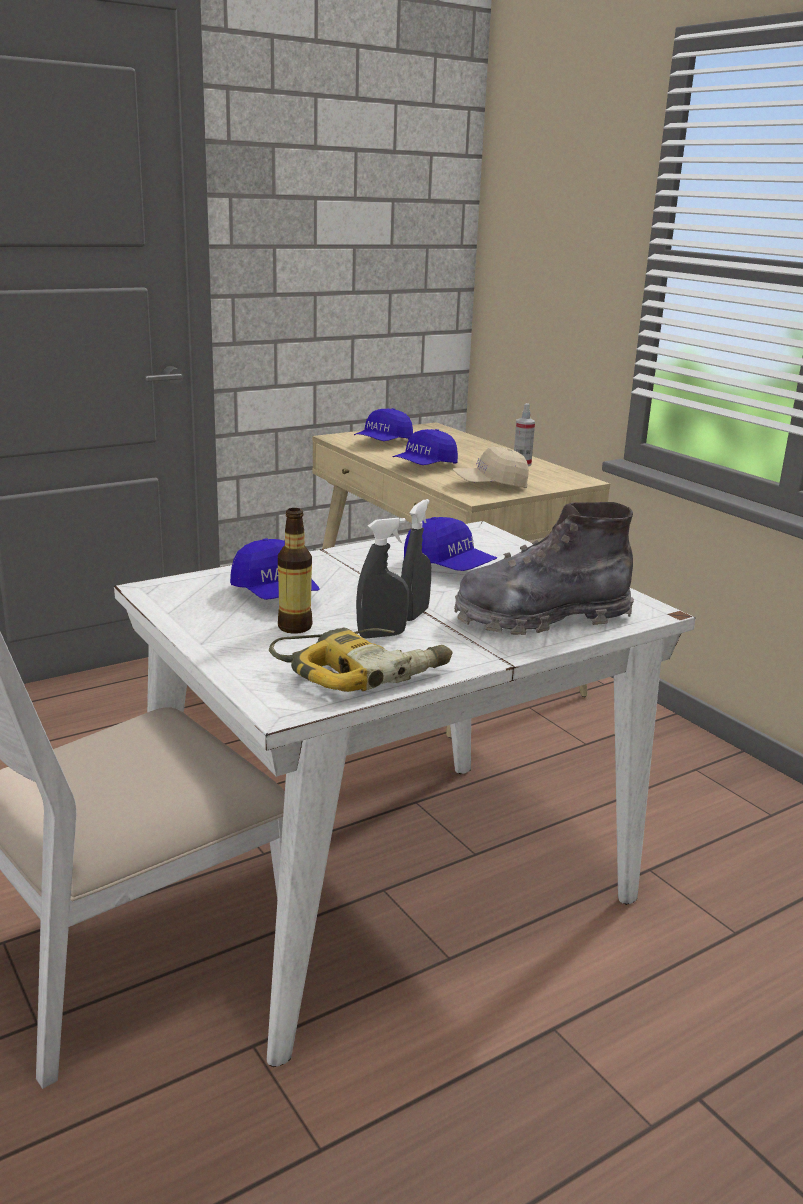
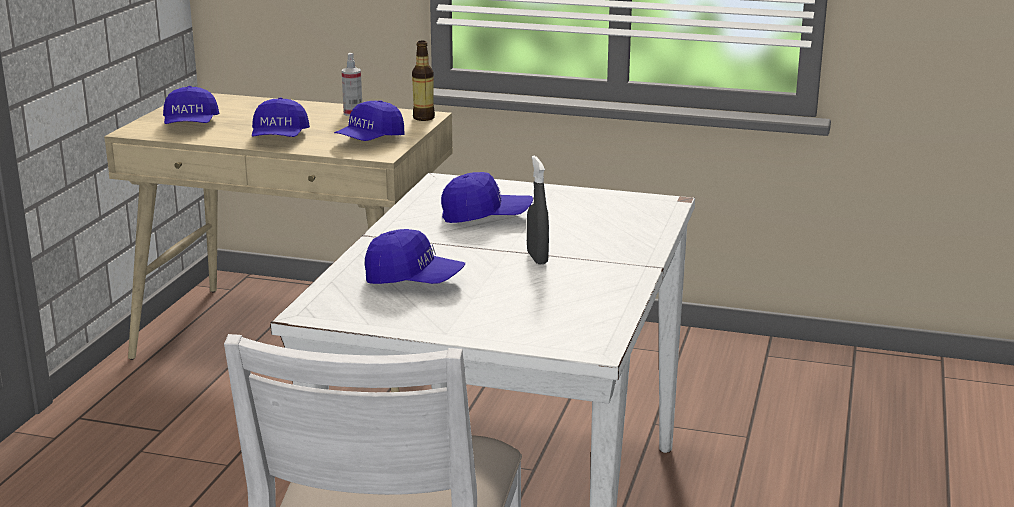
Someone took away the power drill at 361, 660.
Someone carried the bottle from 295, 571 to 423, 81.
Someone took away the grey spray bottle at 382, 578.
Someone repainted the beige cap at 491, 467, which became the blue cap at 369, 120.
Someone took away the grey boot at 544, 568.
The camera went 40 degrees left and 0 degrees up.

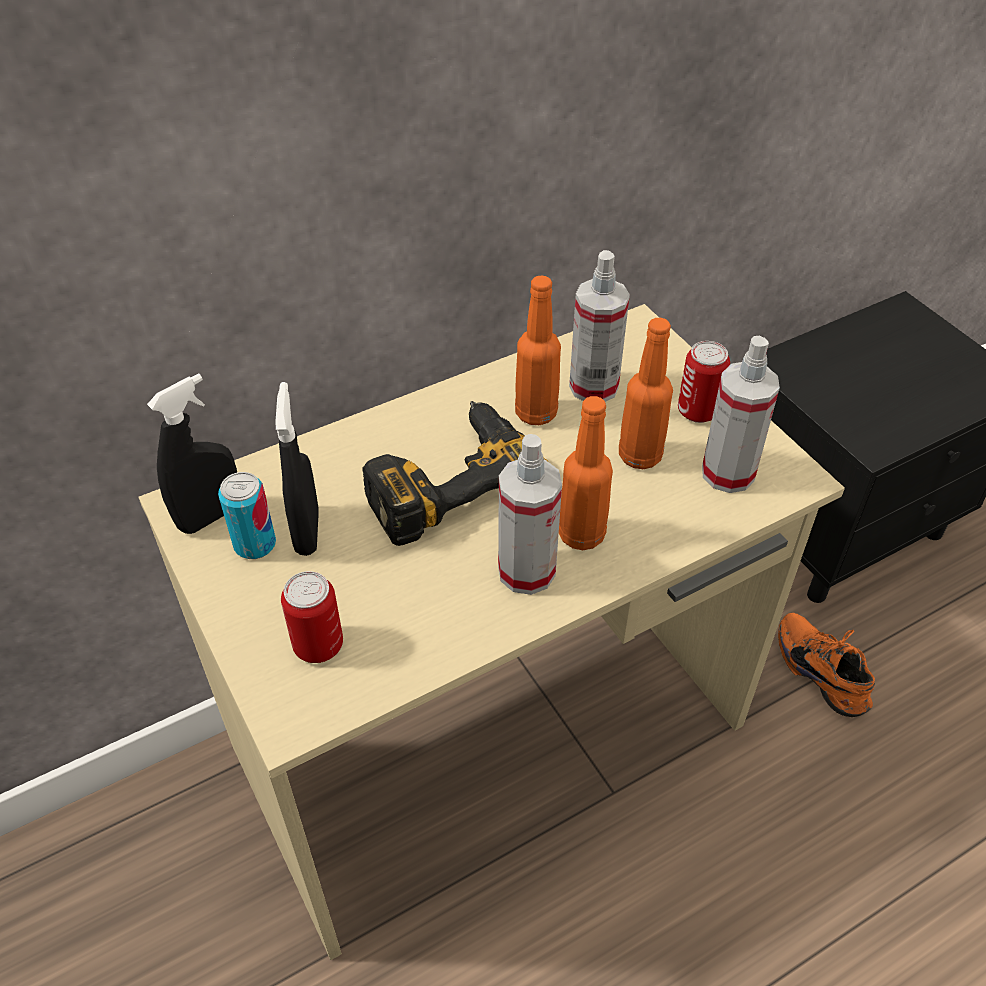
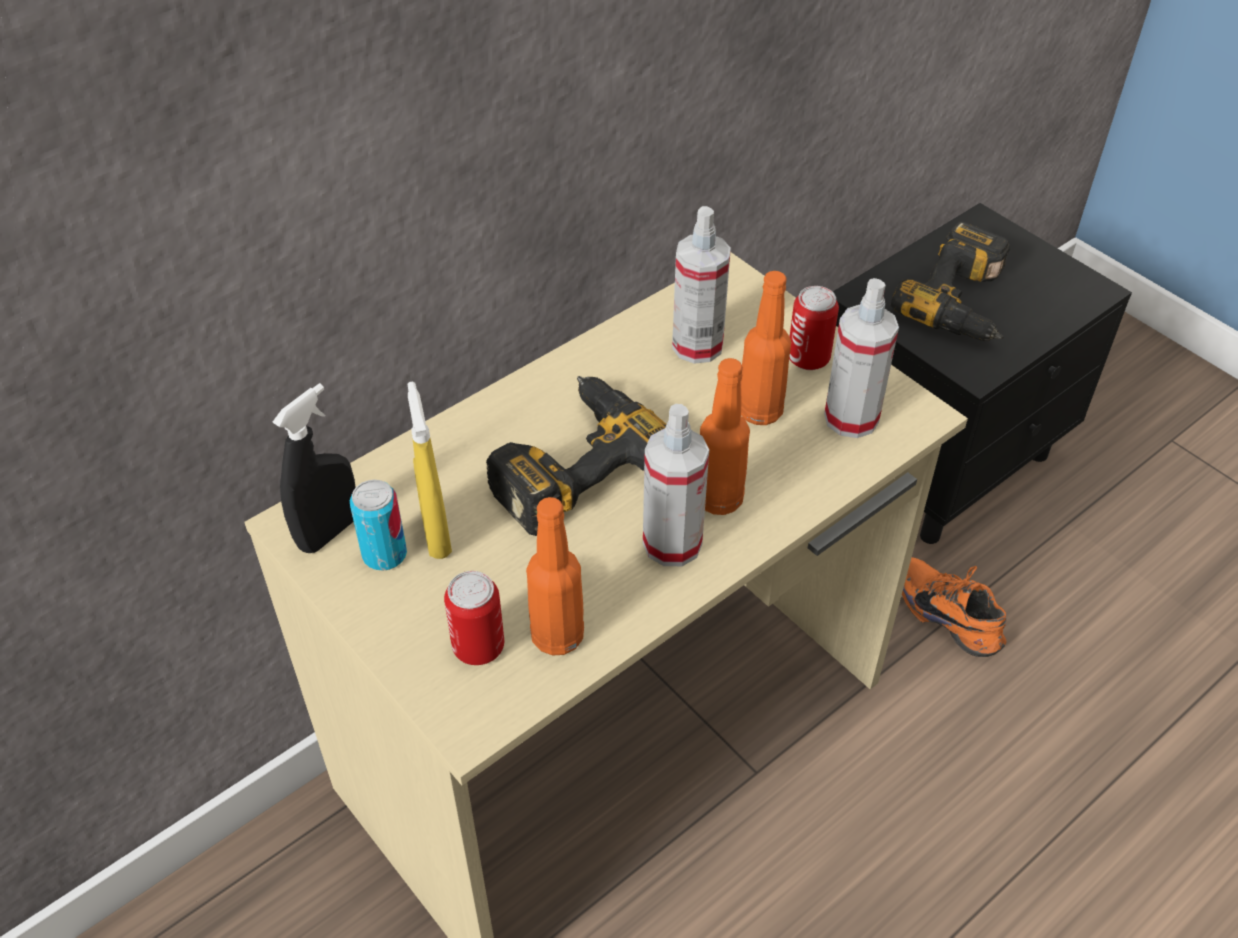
Someone repainted the black spray bottle at 297, 469, which became the yellow spray bottle at 429, 470.
Someone carried the orange bottle from 538, 350 to 555, 576.
Someone put down the power drill at 950, 281.
The camera went 10 degrees left and 0 degrees up.

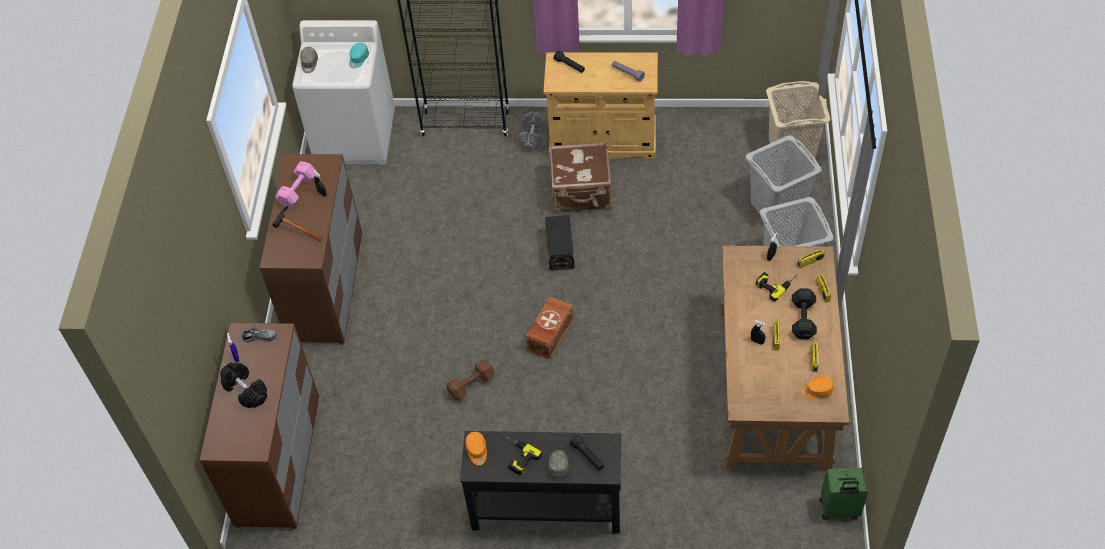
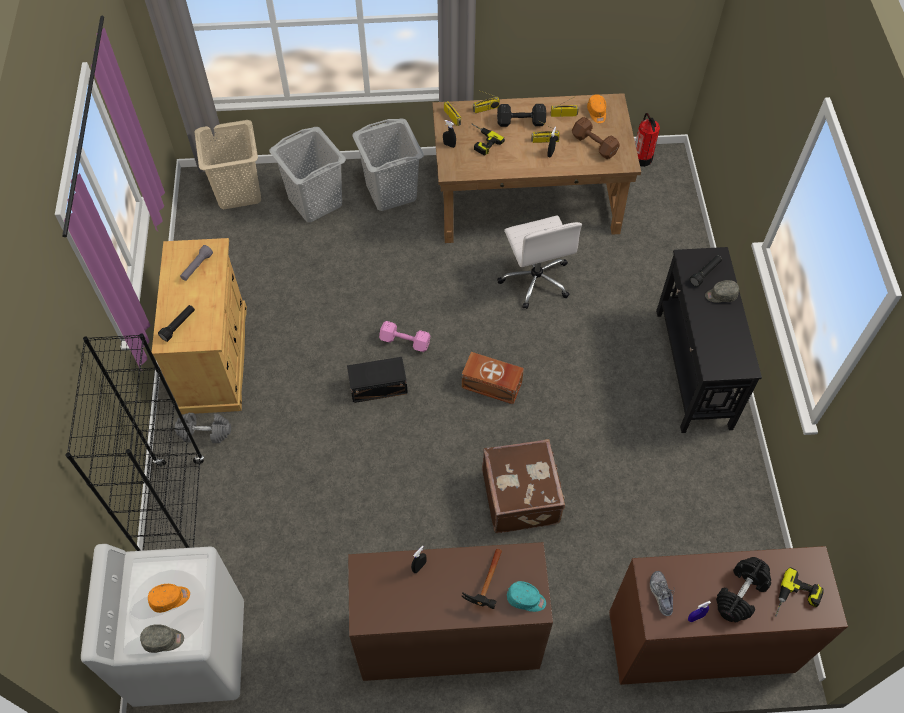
Someone carried the pink dumbbell from 296, 184 to 405, 336.
Someone carried the turquoise cap from 359, 55 to 526, 596.
Someone carried the brown dumbbell from 470, 379 to 596, 138.
Someone carried the orange cap from 476, 448 to 169, 598.
Someone carried the power drill from 523, 455 to 799, 592.
Someone carried the brown suitcase from 580, 177 to 523, 486.
Someone swapped the green suitcase at 844, 494 for the fire extinguisher at 647, 140.
Someone put down the white office chair at 539, 262.
The camera went 100 degrees left and 5 degrees up.

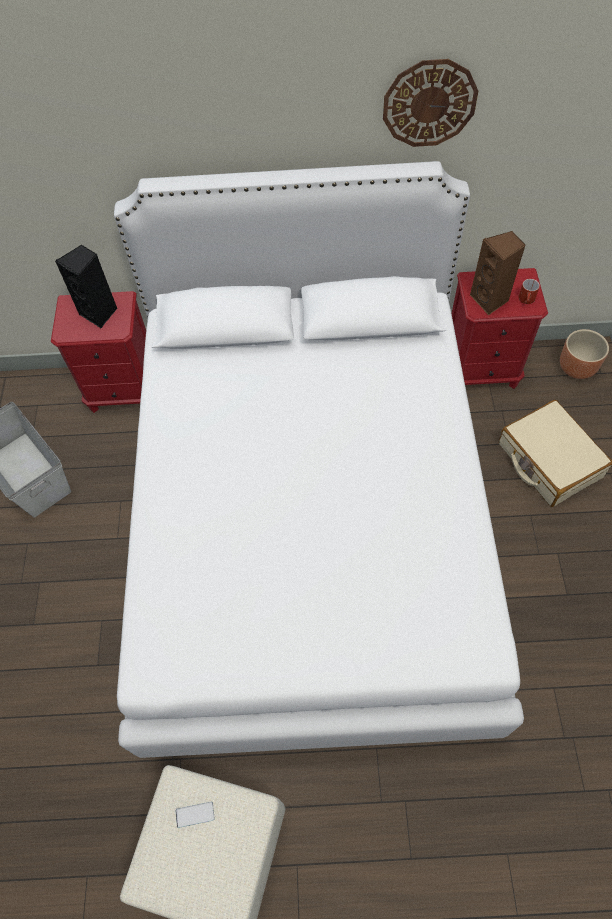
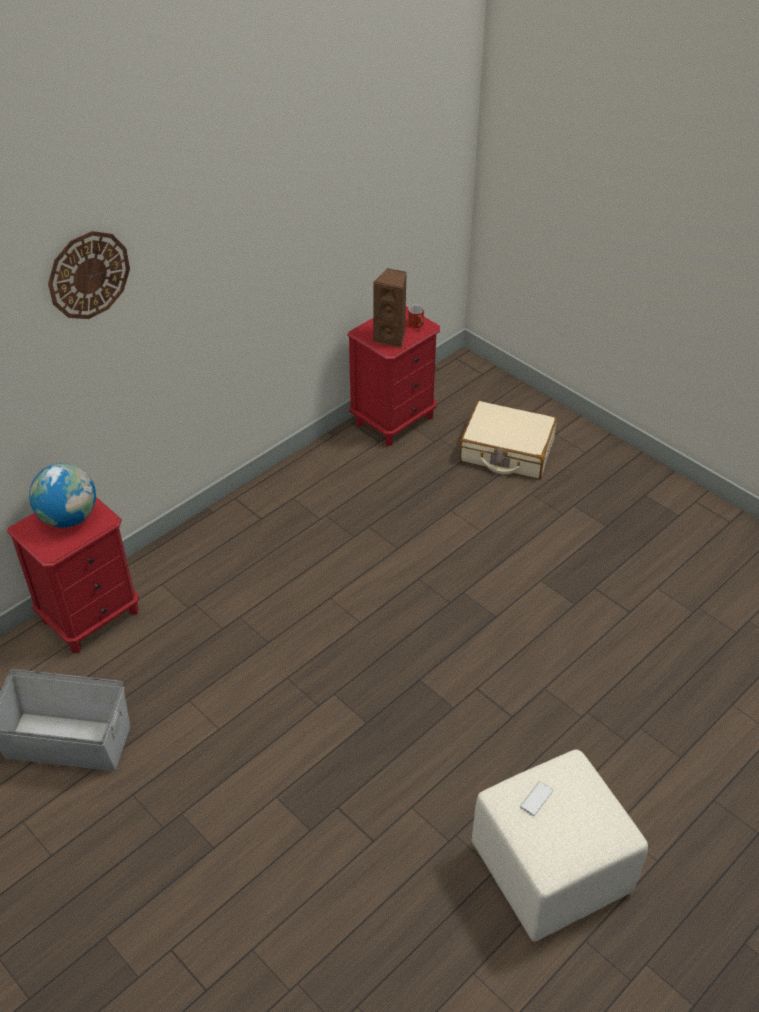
Someone swapped the black speaker at 86, 287 for the globe at 62, 495.
Someone took away the white bed at 319, 459.
Someone carried the wall clock from 430, 103 to 89, 275.
Someone took away the brown planter at 584, 354.
The camera went 45 degrees left and 15 degrees down.

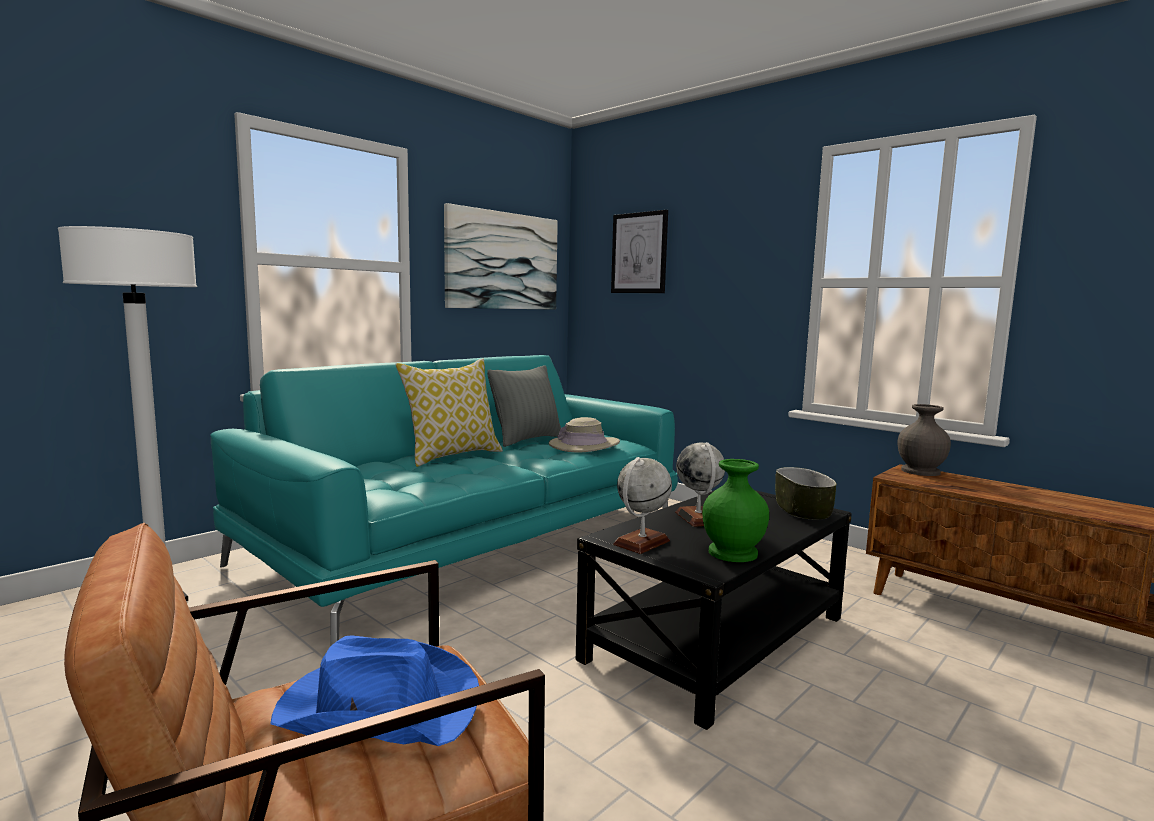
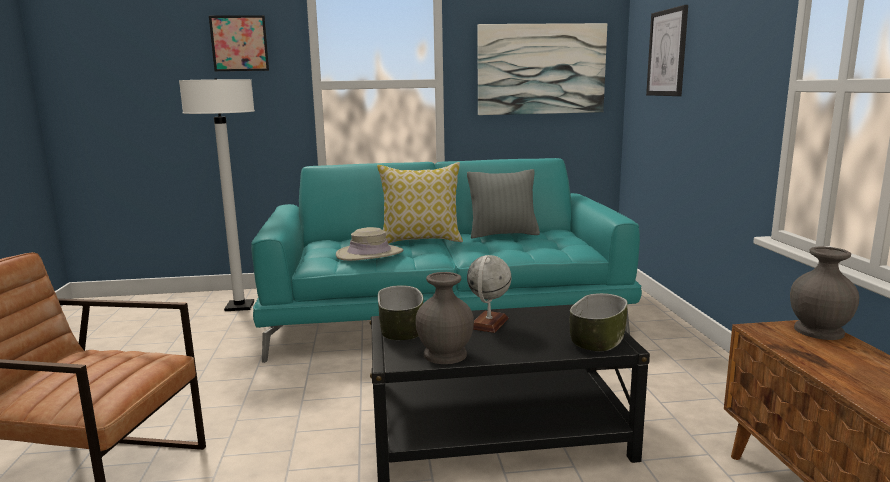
Someone took away the blue hat at 375, 690.
Someone carried the beige hat from 584, 434 to 369, 244.
Someone swapped the globe at 642, 505 for the bowl at 400, 312.
Someone repainted the green vase at 735, 510, which became the grey vase at 444, 318.
Someone put up the picture at 239, 43.
The camera went 40 degrees right and 5 degrees up.

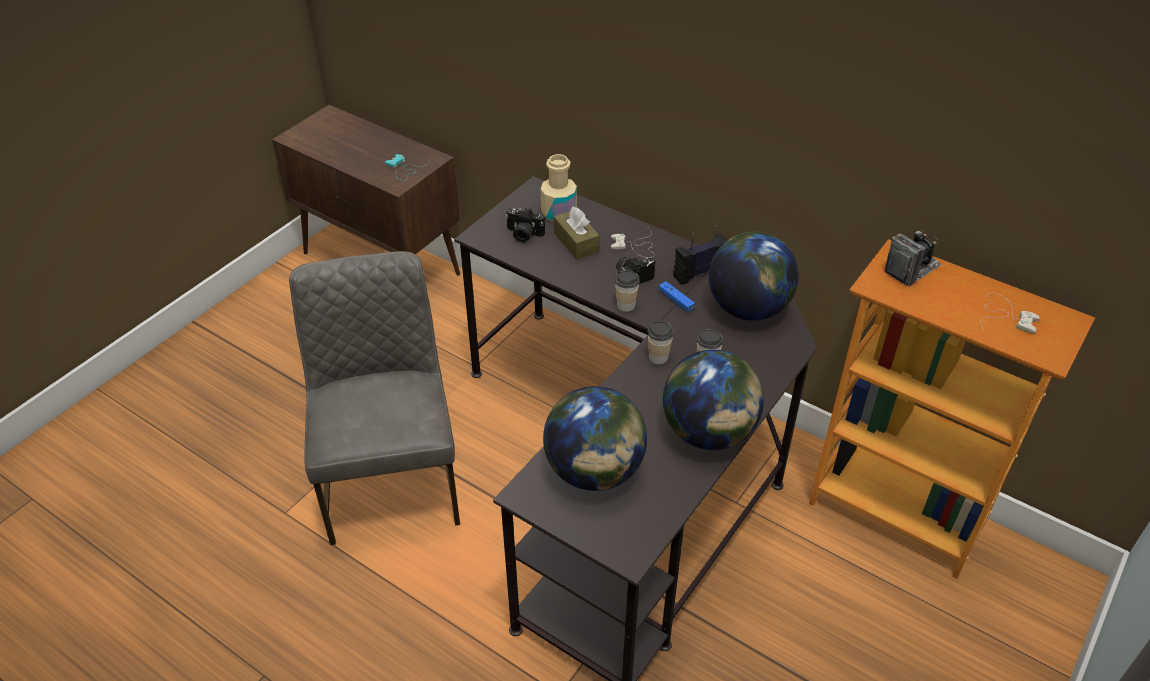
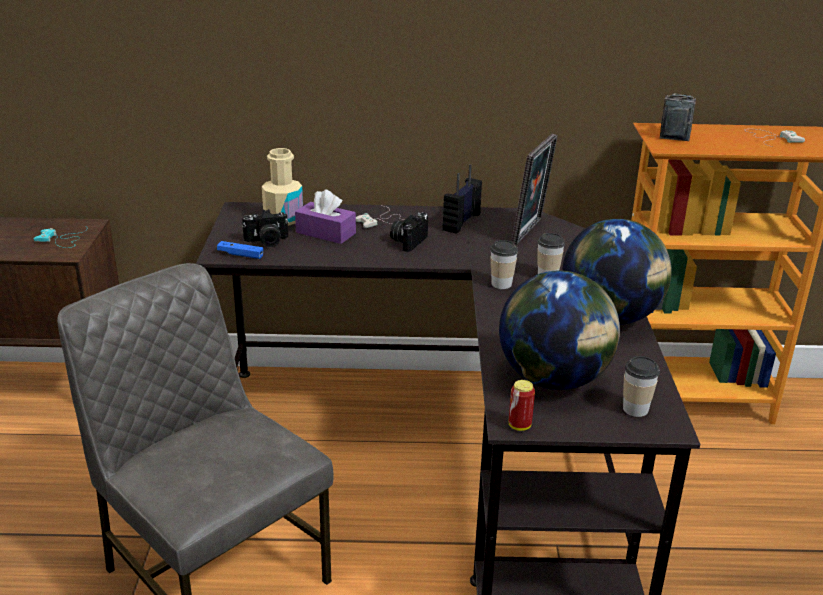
Someone repainted the brown tissue box at 577, 233, which became the purple tissue box at 325, 216.
Someone carried the cup from 627, 291 to 641, 386.
Someone carried the blue game controller from 677, 297 to 240, 250.
Someone swapped the globe at 754, 276 for the picture frame at 534, 189.
Someone put down the can at 522, 405.
The camera went 35 degrees left and 15 degrees down.

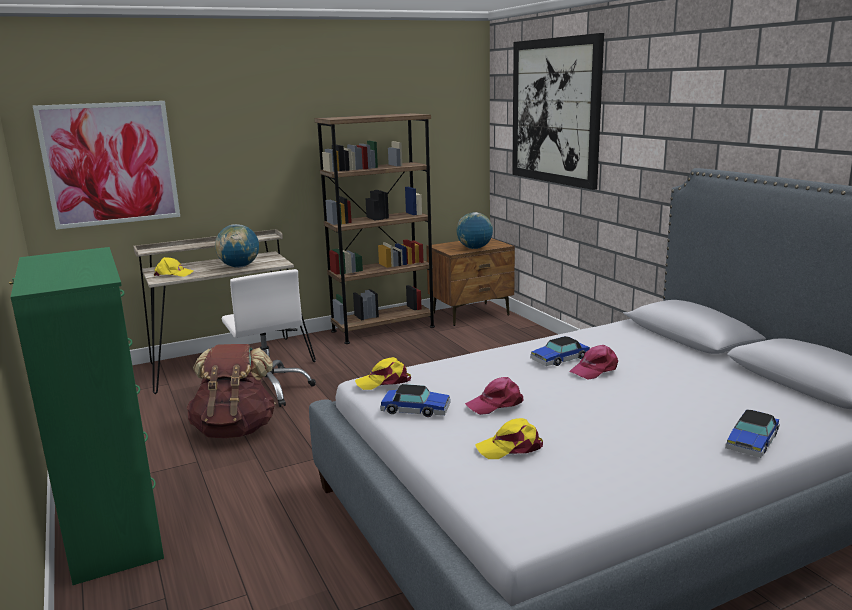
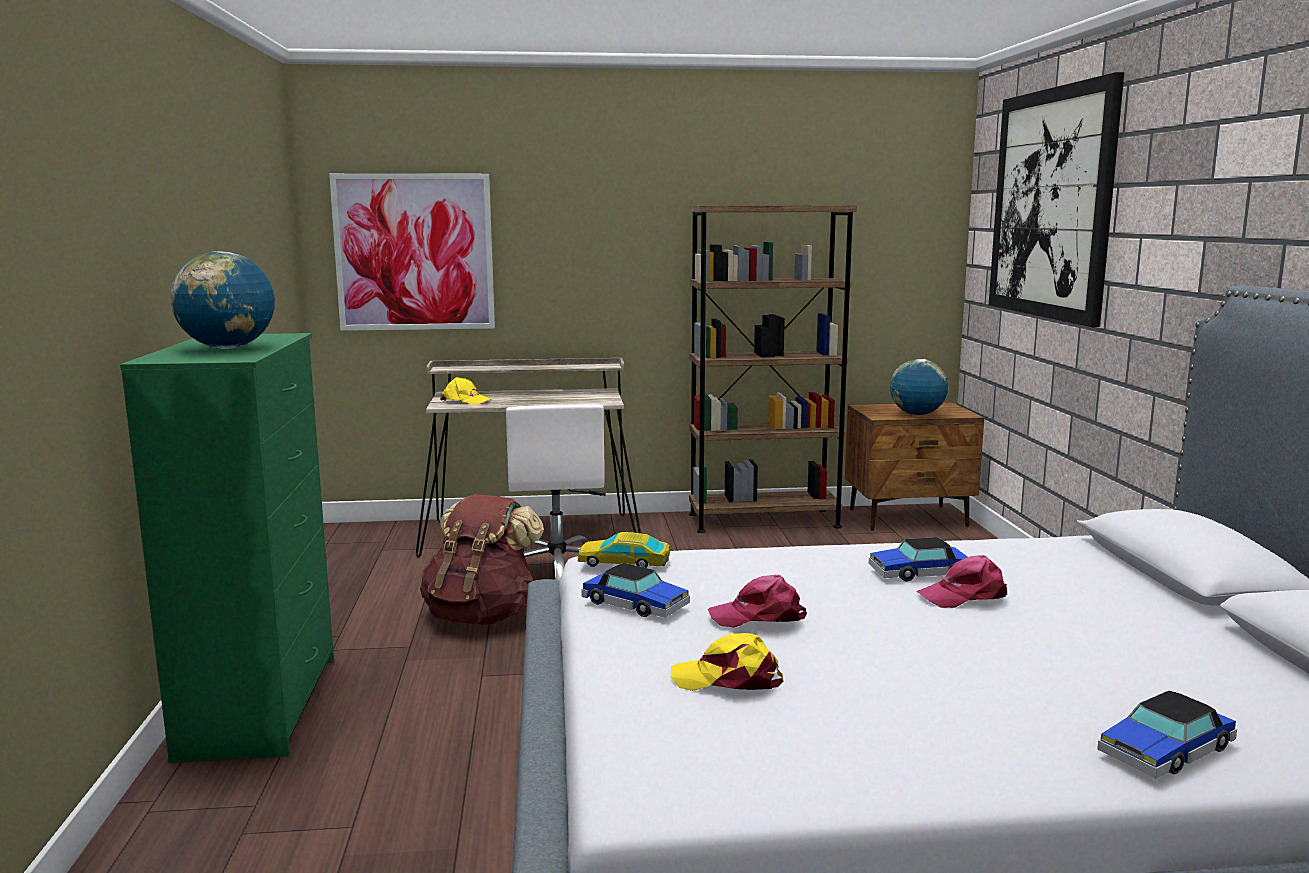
Someone carried the globe from 237, 246 to 222, 300.
Someone swapped the yellow cap at 383, 373 for the toy car at 623, 550.
The camera went 20 degrees right and 5 degrees down.

